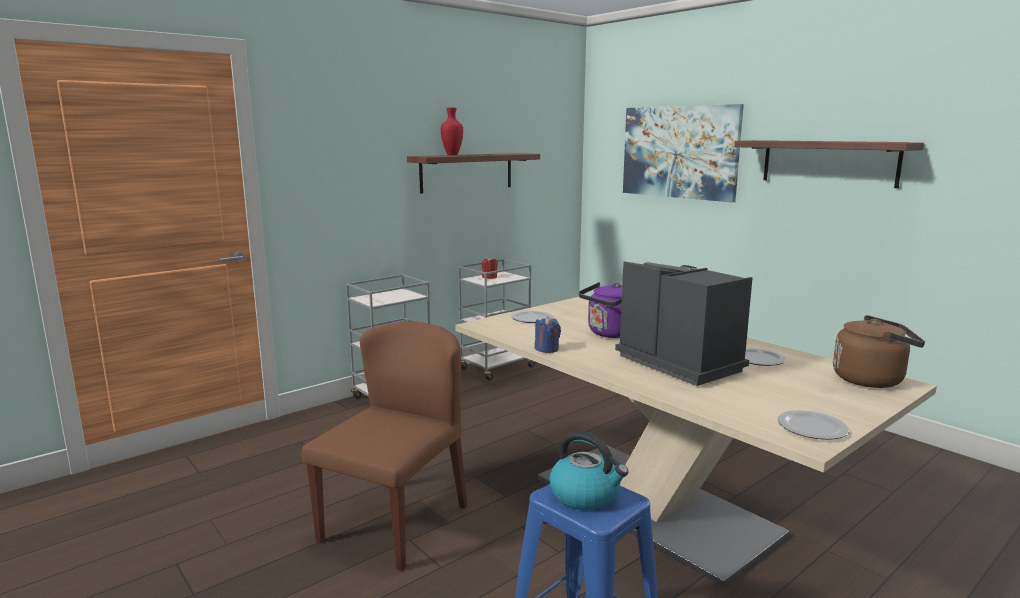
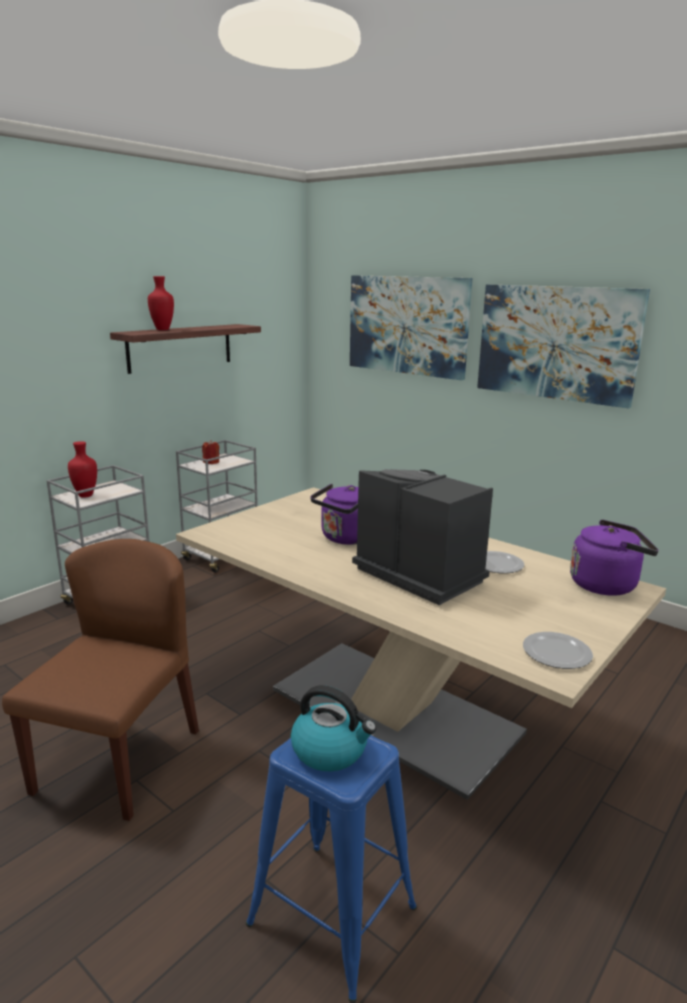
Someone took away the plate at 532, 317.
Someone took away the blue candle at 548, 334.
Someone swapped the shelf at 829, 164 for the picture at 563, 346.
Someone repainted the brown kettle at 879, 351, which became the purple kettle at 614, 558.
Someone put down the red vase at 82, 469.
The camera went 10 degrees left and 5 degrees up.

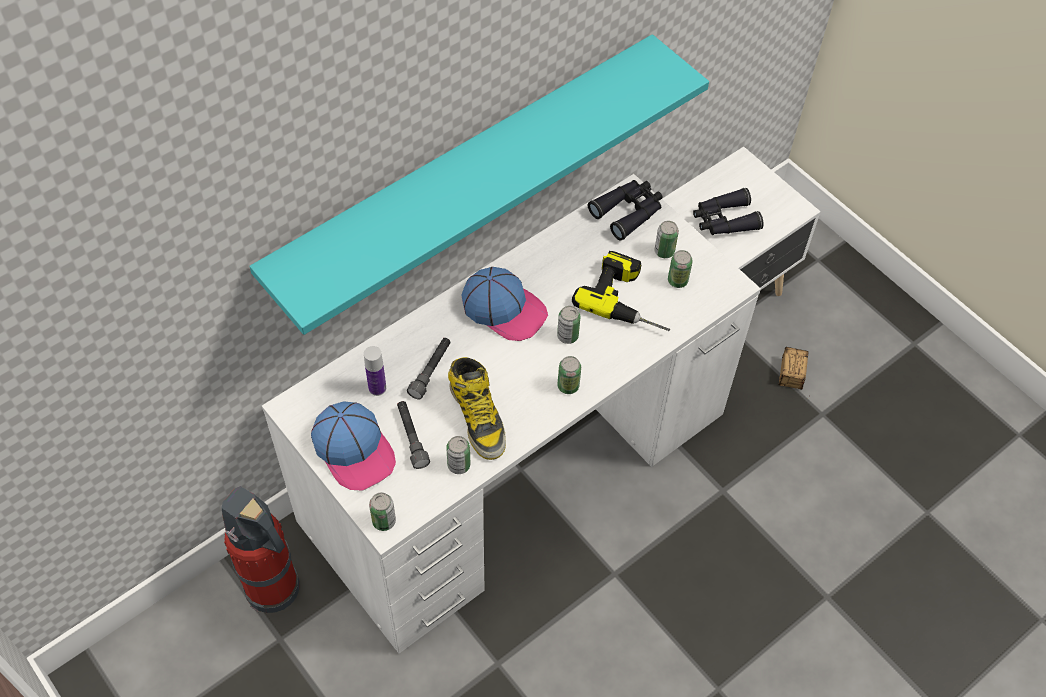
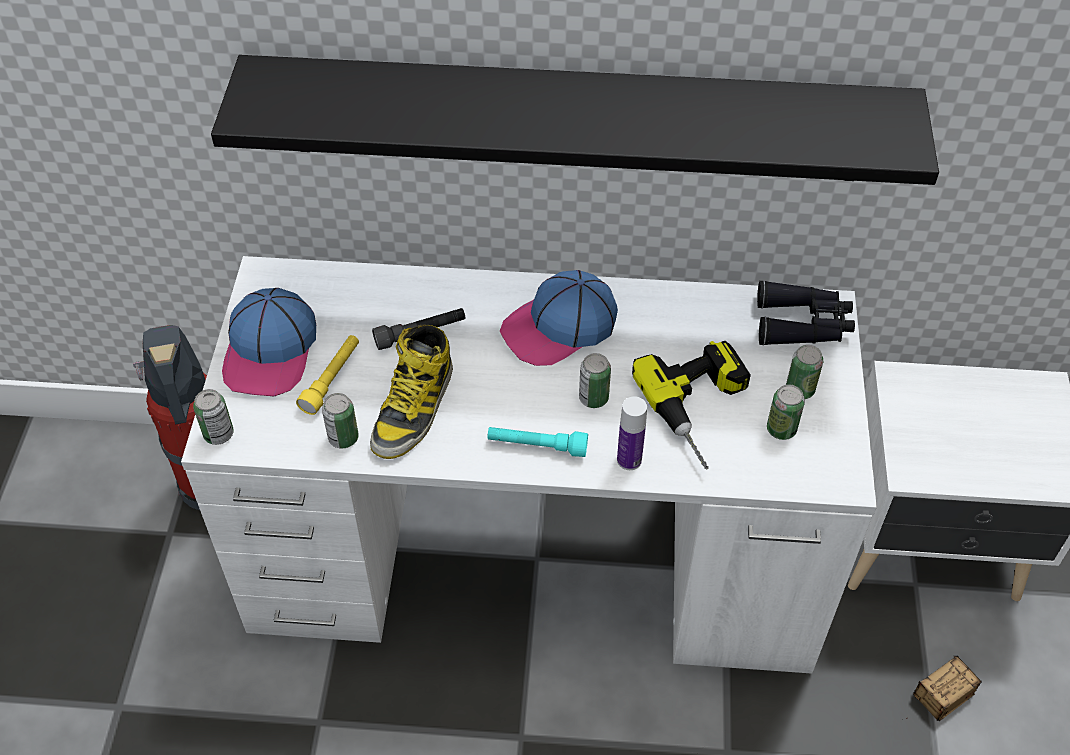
Someone repainted the turquoise shelf at 479, 184, which became the black shelf at 575, 120.
Someone carried the bottle from 375, 371 to 632, 433.
Someone repainted the grey flashlight at 413, 435, which became the yellow flashlight at 327, 375.
Someone rotated the cap at 504, 304 by 75 degrees clockwise.
Someone swapped the can at 569, 375 for the turquoise flashlight at 537, 442.
Someone took away the black binoculars at 728, 211.
The camera went 45 degrees right and 5 degrees down.

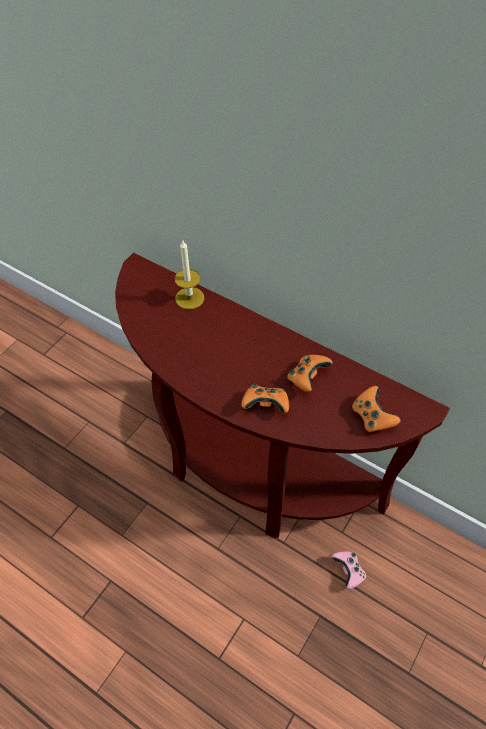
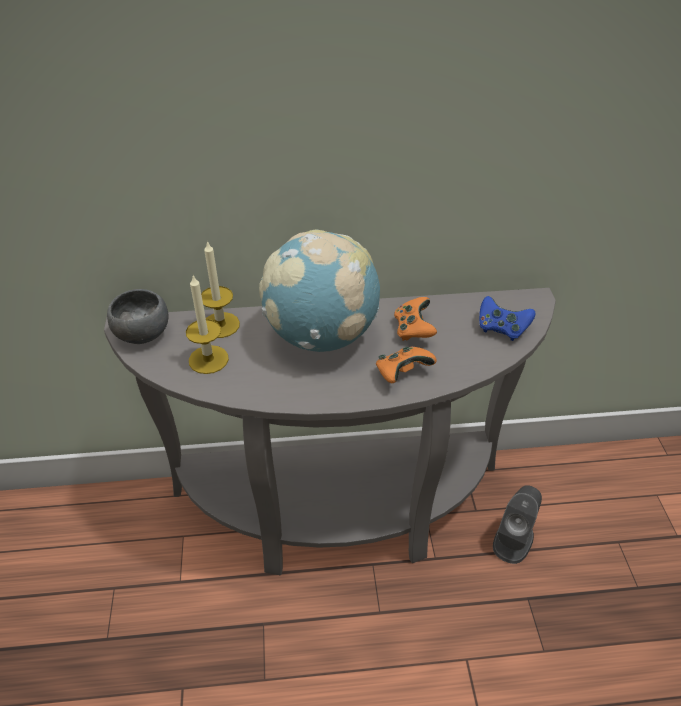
Someone repainted the brown console table at 282, 395, which became the grey console table at 330, 431.
Someone swapped the pink game controller at 348, 570 for the grey speaker at 517, 524.
Someone repainted the orange game controller at 376, 409, which became the blue game controller at 507, 318.
Someone put down the grey bowl at 137, 316.
Someone put down the candle at 207, 325.
Someone put down the globe at 319, 290.
The camera went 40 degrees left and 10 degrees down.

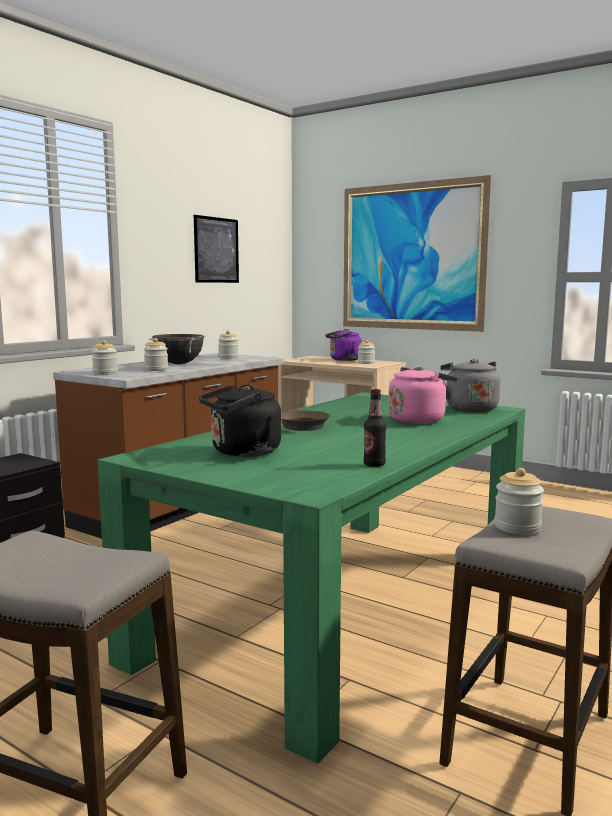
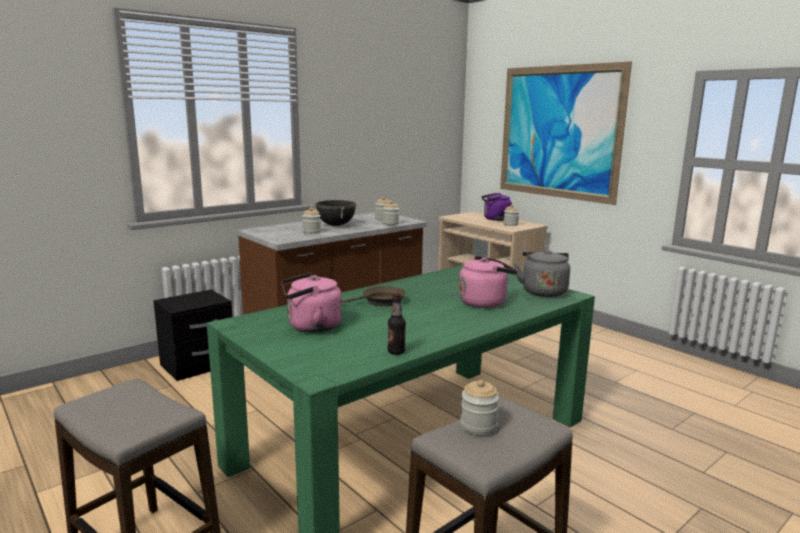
Someone carried the jar from 105, 357 to 390, 213.
Someone took away the picture at 216, 249.
Someone repainted the black kettle at 240, 420, which became the pink kettle at 311, 302.
The camera went 15 degrees right and 5 degrees up.

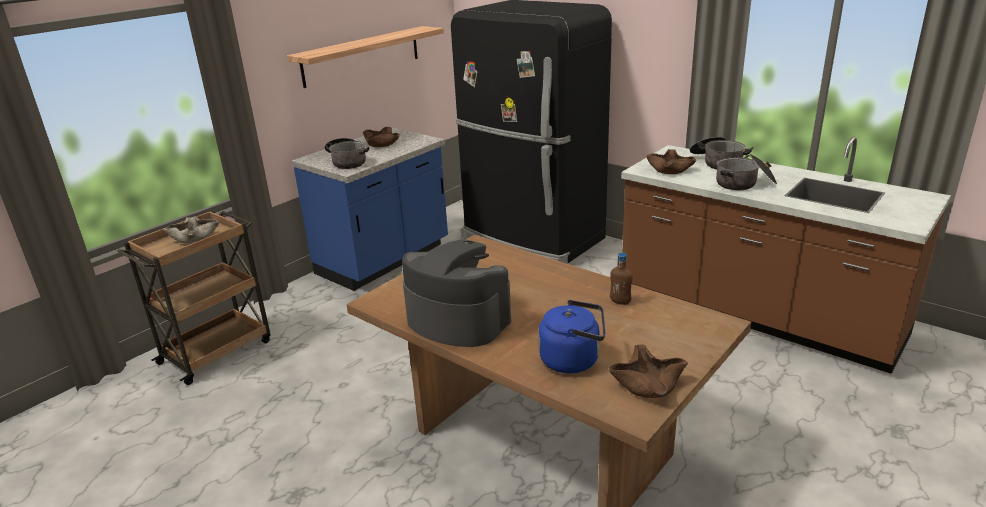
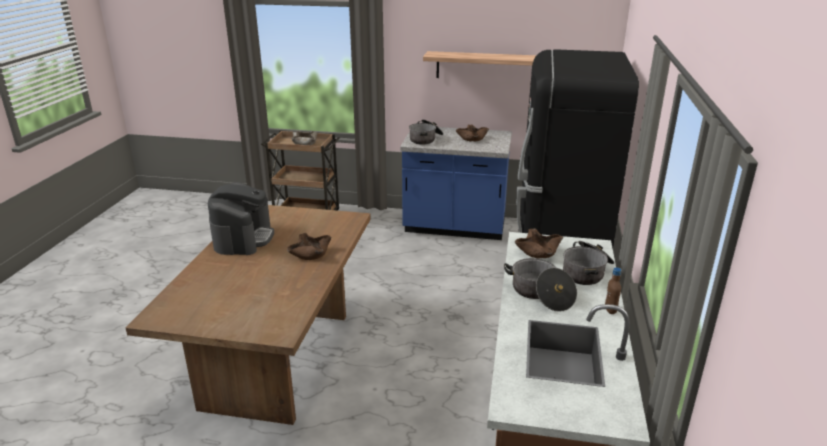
Someone took away the blue kettle at 571, 336.
Someone carried the brown bowl from 648, 371 to 309, 246.
Someone carried the brown bottle from 621, 279 to 613, 290.
The camera went 60 degrees right and 0 degrees up.

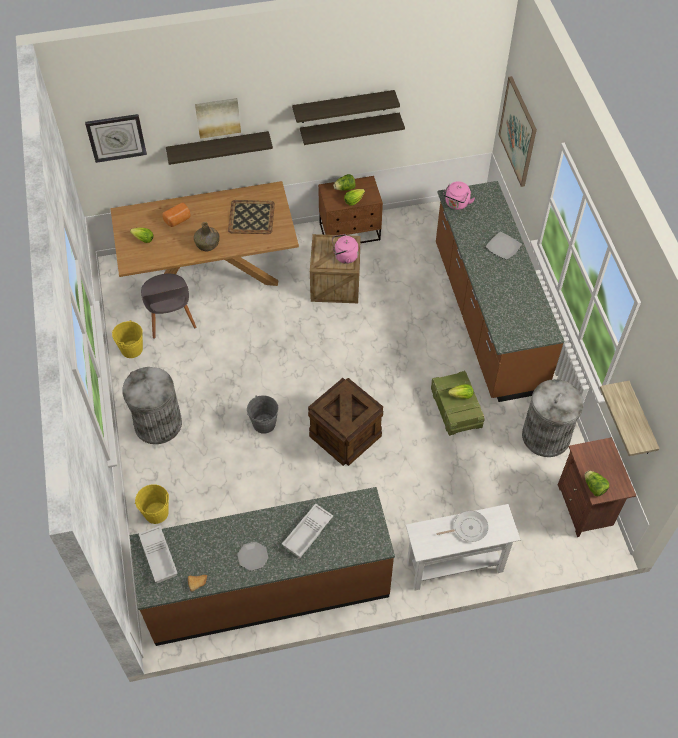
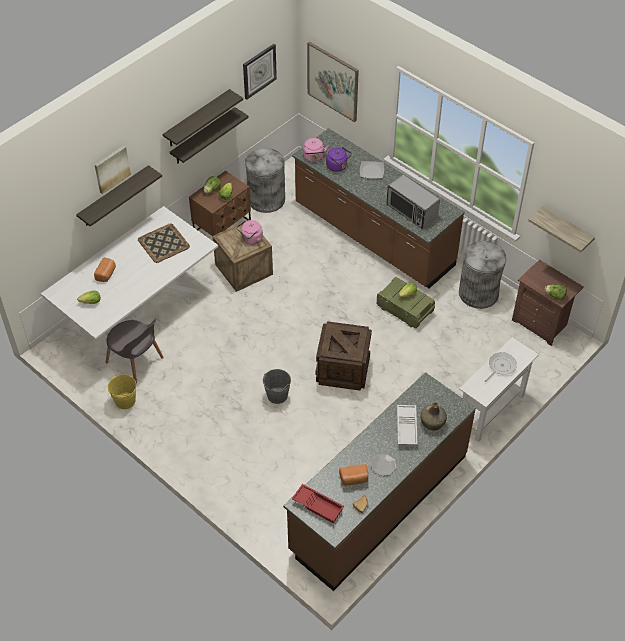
Someone carried the wall clock from 116, 138 to 260, 72.
Someone repainted the brown dining table at 204, 233, which became the white dining table at 129, 282.
Someone carried the grey trash can from 152, 405 to 265, 180.
Someone took away the yellow bucket at 152, 504.
Someone repainted the white tray at 158, 554, which became the red tray at 318, 503.
Someone carried the green bottle from 207, 236 to 433, 416.
Someone put down the purple kettle at 339, 159.
Someone put down the bread at 353, 475.
Someone put down the microwave at 413, 201.
The camera went 35 degrees left and 5 degrees down.

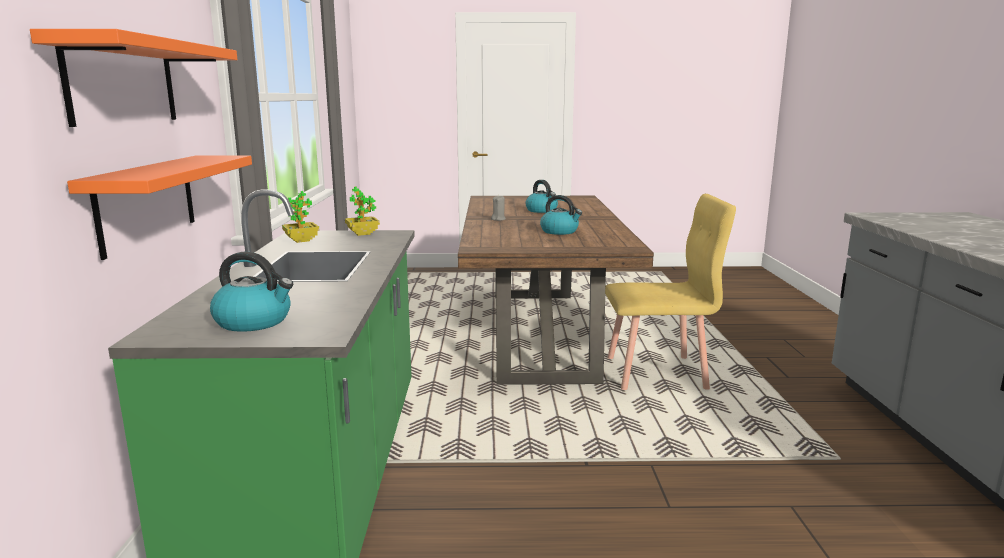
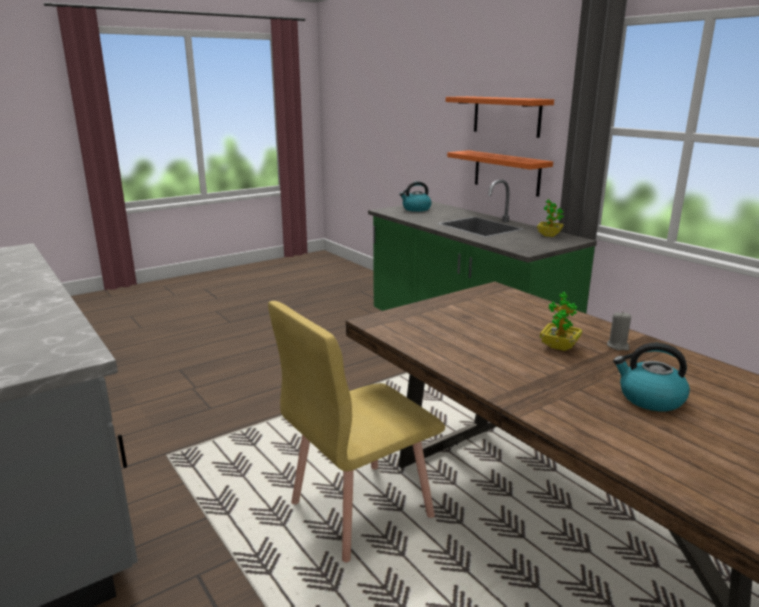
Someone carried the potted plant from 362, 211 to 561, 321.
Someone took away the kettle at 561, 215.
The camera went 145 degrees right and 5 degrees up.

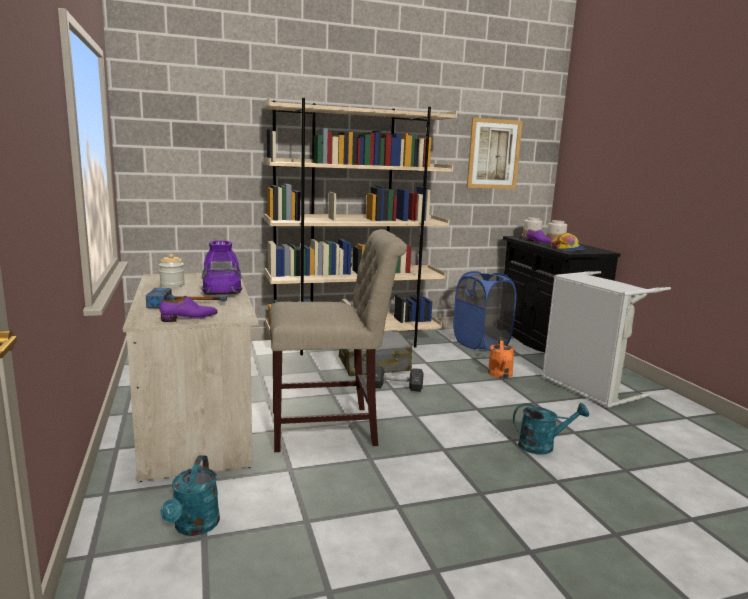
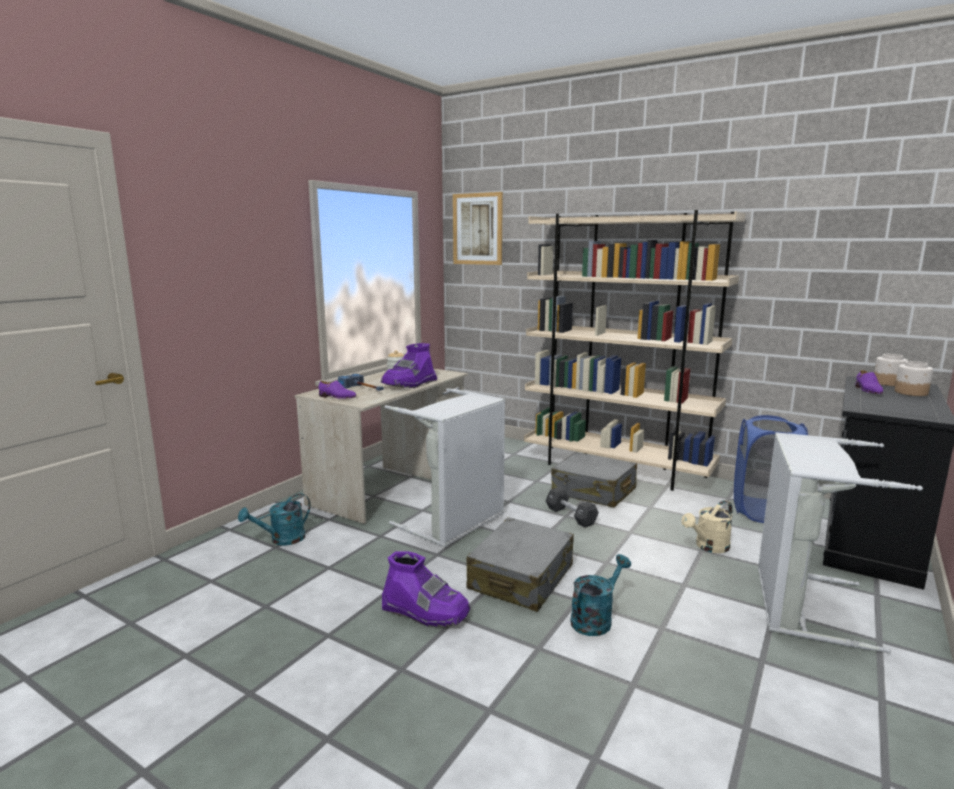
Someone swapped the beige chair at 338, 340 for the grey laundry basket at 445, 468.
Someone carried the picture from 495, 153 to 478, 228.
Someone repainted the orange watering can at 501, 357, which became the beige watering can at 707, 526.
Someone rotated the turquoise watering can at 551, 428 by 90 degrees counterclockwise.
Someone took away the cap at 568, 242.
Someone put down the purple boot at 426, 589.
Someone put down the grey suitcase at 520, 564.
The camera went 50 degrees right and 0 degrees up.

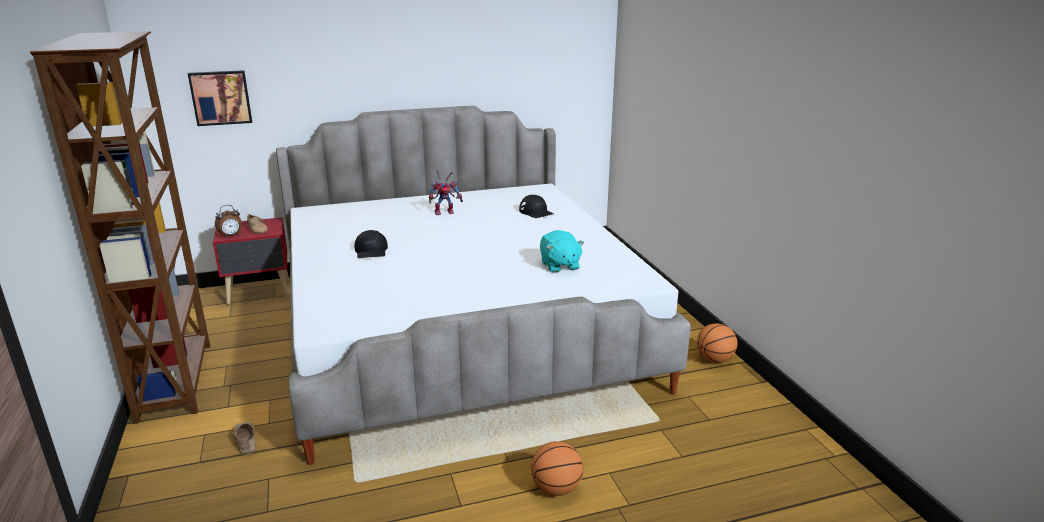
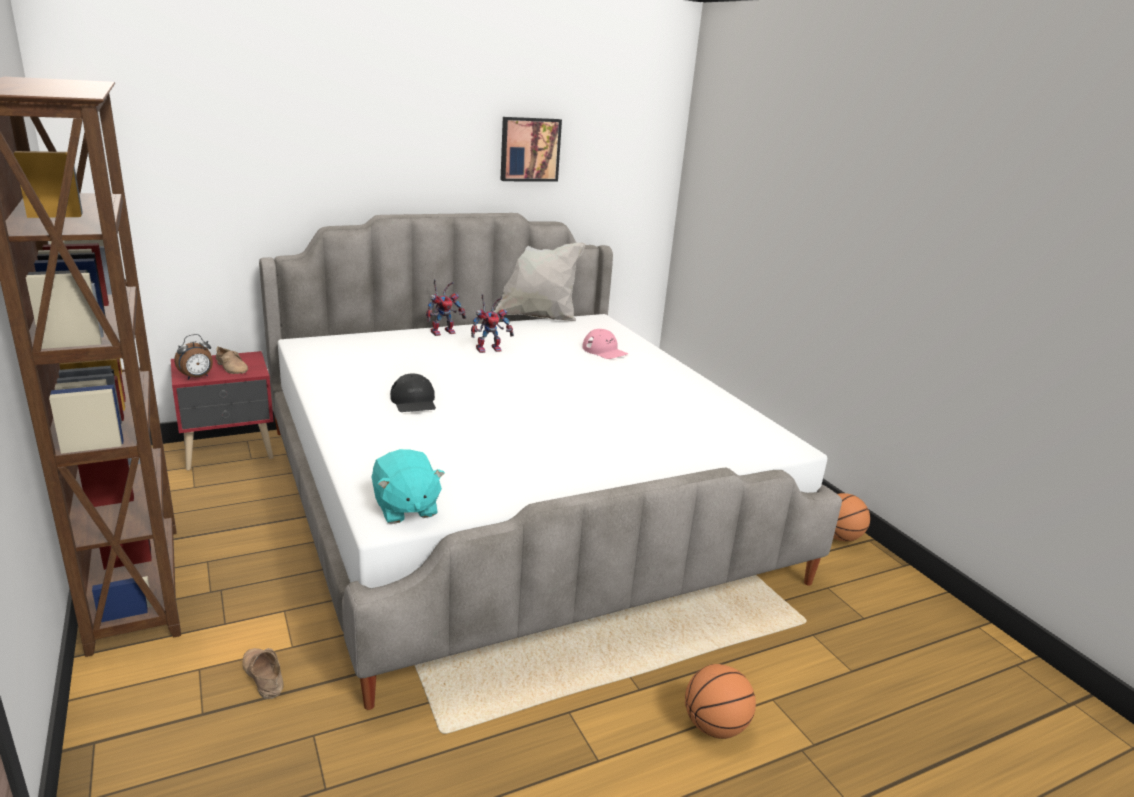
Someone carried the picture from 220, 98 to 531, 149.
Someone repainted the black cap at 536, 206, which became the pink cap at 605, 344.
Someone carried the turquoise plush toy from 562, 251 to 408, 486.
Someone put down the toy robot at 446, 307.
Someone put down the white pillow at 539, 282.
The camera went 10 degrees left and 0 degrees up.

